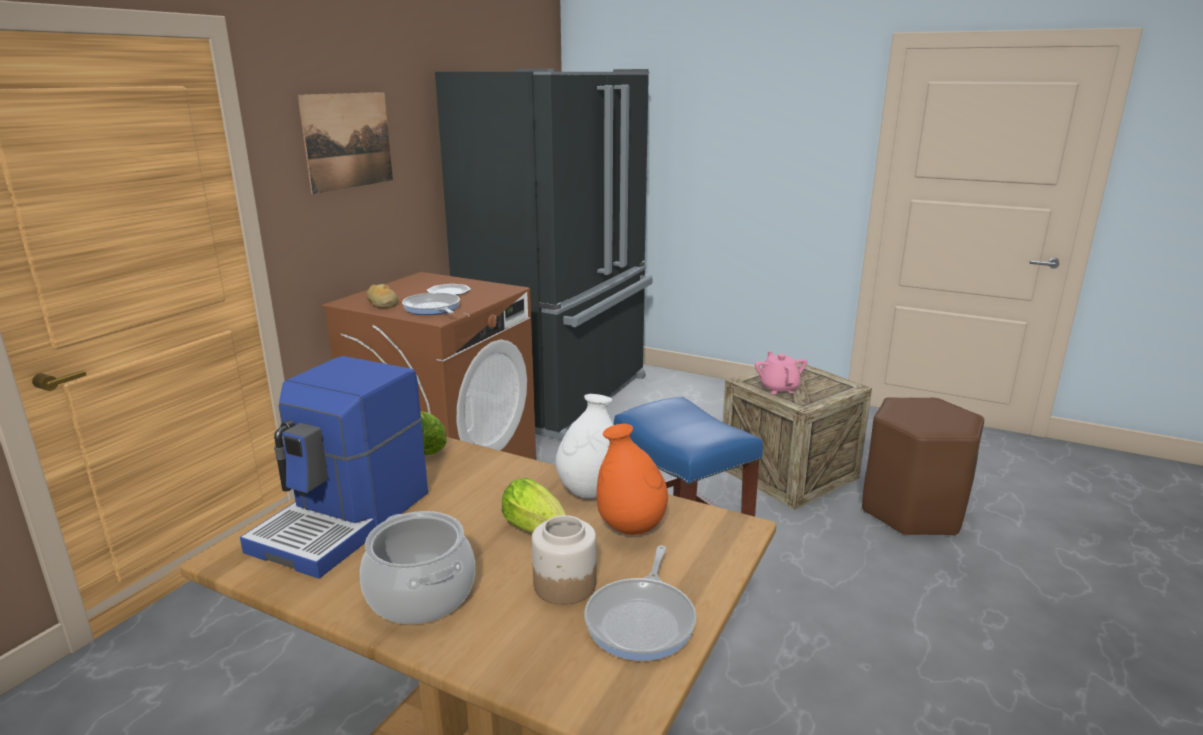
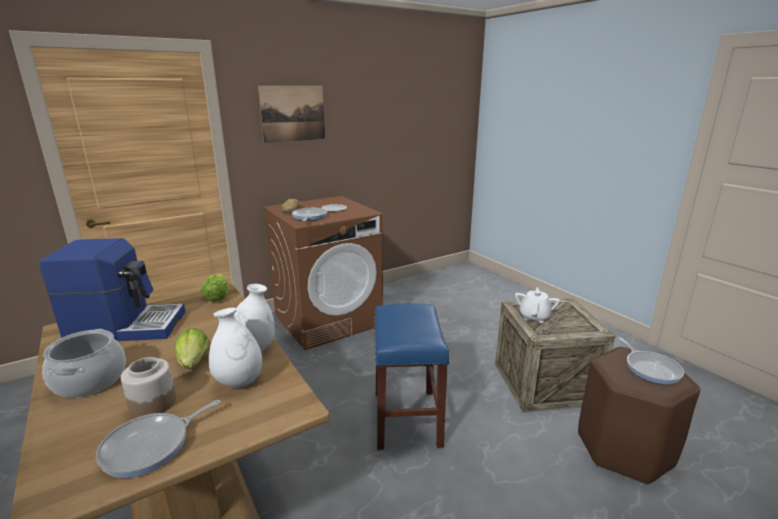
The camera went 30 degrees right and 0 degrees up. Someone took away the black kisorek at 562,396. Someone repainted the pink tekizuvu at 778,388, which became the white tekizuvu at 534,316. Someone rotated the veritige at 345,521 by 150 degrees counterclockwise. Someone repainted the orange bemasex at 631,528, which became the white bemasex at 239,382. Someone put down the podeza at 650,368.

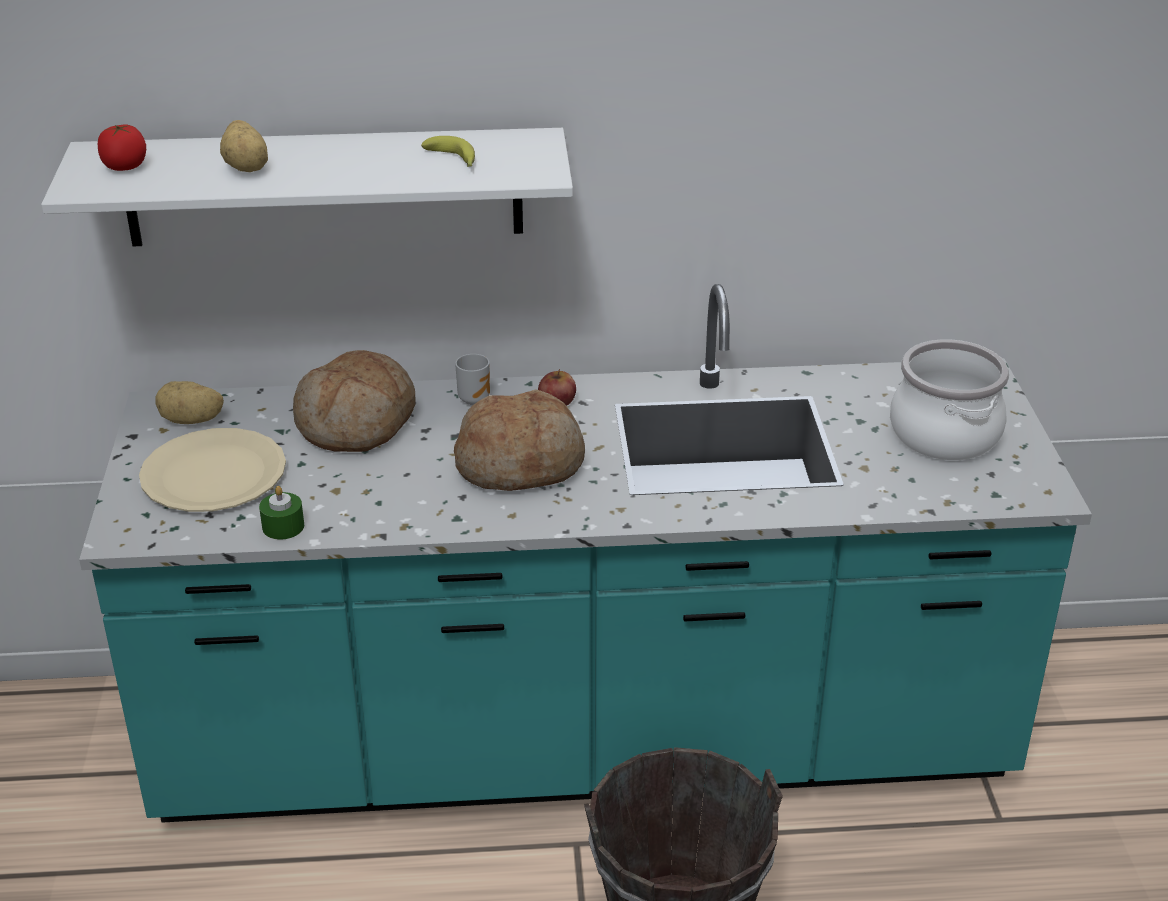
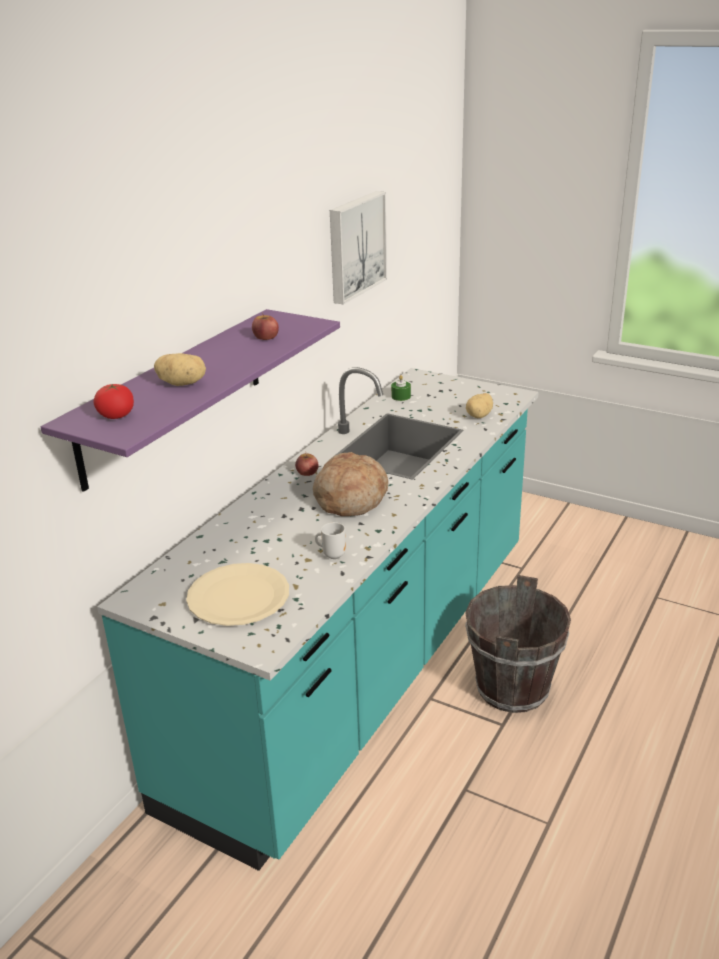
The camera went 55 degrees left and 5 degrees down. Someone repainted the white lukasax at 324,187, which became the purple lukasax at 174,396. Someone swapped the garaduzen at 454,161 for the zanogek at 266,337. Someone took away the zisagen at 945,434. Someone took away the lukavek at 357,423. Someone carried the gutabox from 474,398 to 332,554. Someone carried the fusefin from 191,421 to 480,416. Someone carried the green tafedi from 283,526 to 401,396. Someone put up the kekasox at 355,246.

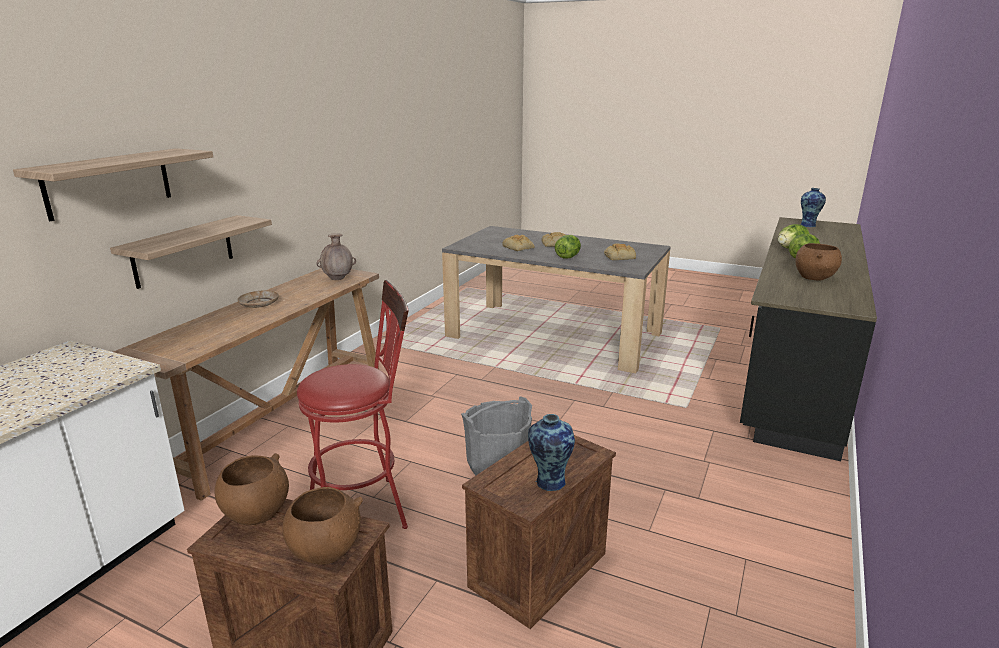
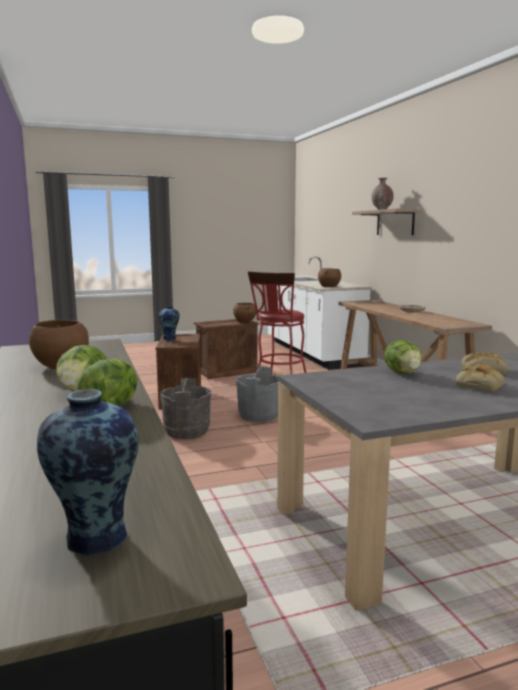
The camera went 135 degrees right and 10 degrees down. Someone took away the lukasax at 183,251. Someone carried the brown bemasex from 338,278 to 381,209. Someone took away the lukavek at 620,257. Someone carried the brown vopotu from 325,551 to 329,287. Someone put down the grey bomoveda at 186,431.

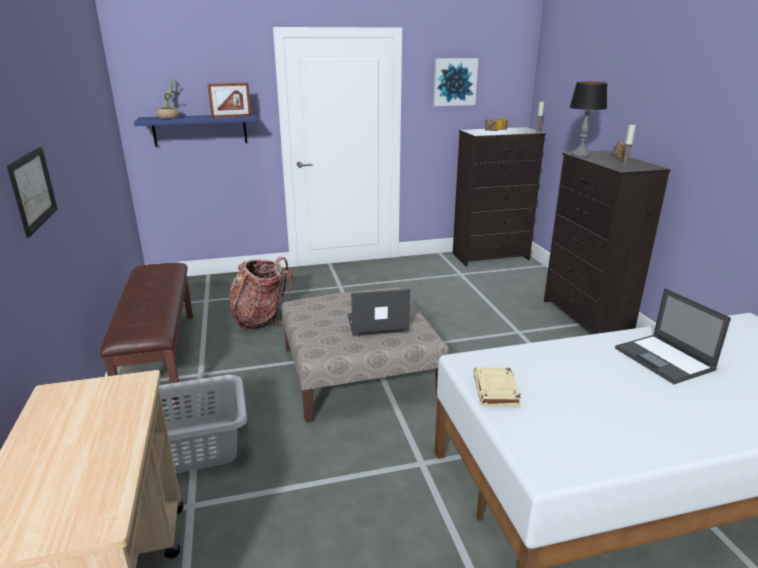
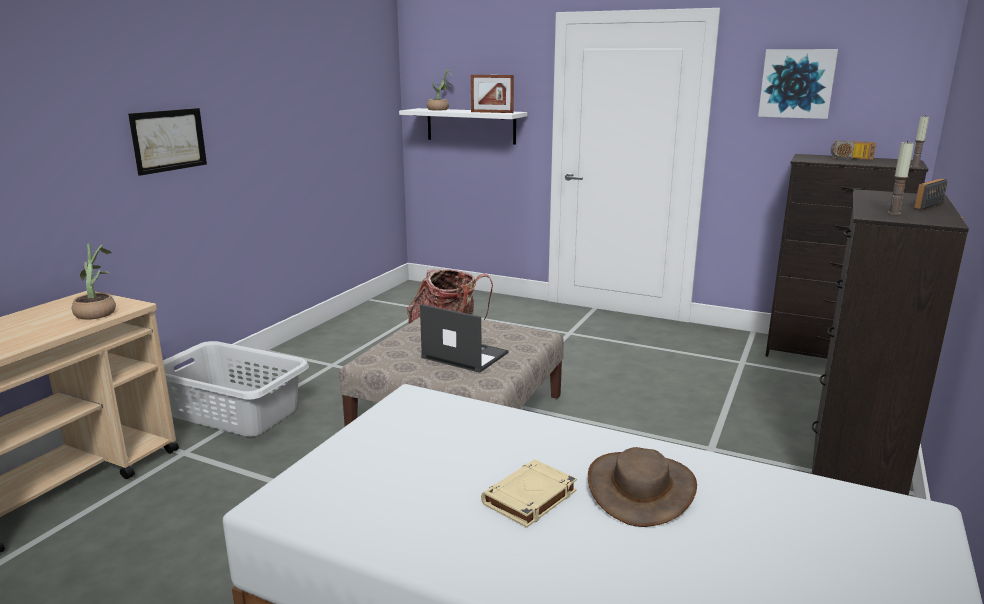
The camera went 40 degrees right and 5 degrees down. Someone took away the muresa at 581,154. Someone repainted the blue lukasax at 200,130, which became the white lukasax at 471,126. Someone took away the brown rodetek at 160,358. Someone swapped the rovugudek at 665,359 for the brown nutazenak at 641,488. Someone carried the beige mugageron from 496,391 to 529,498. Someone put down the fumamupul at 98,312.

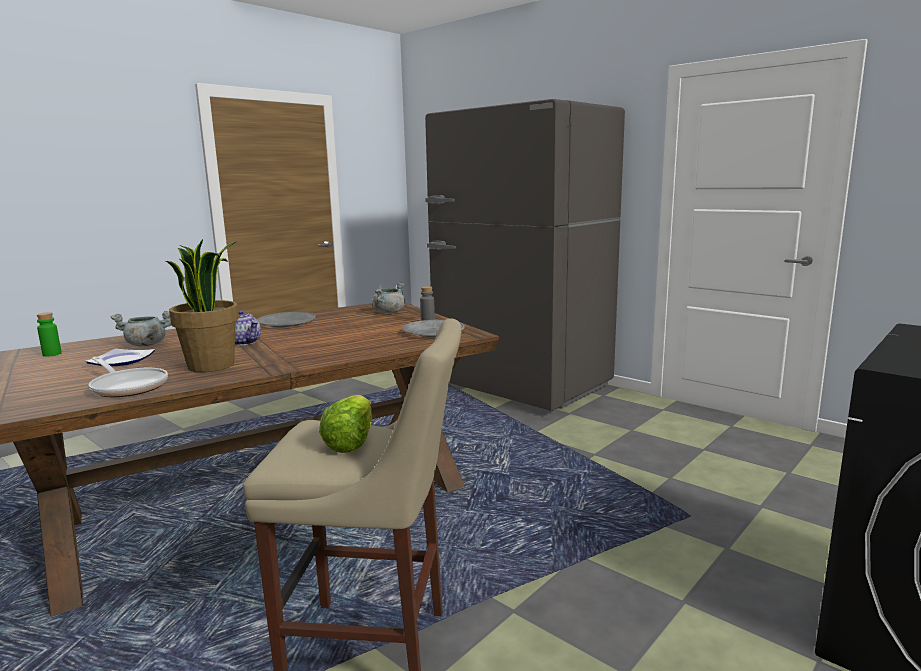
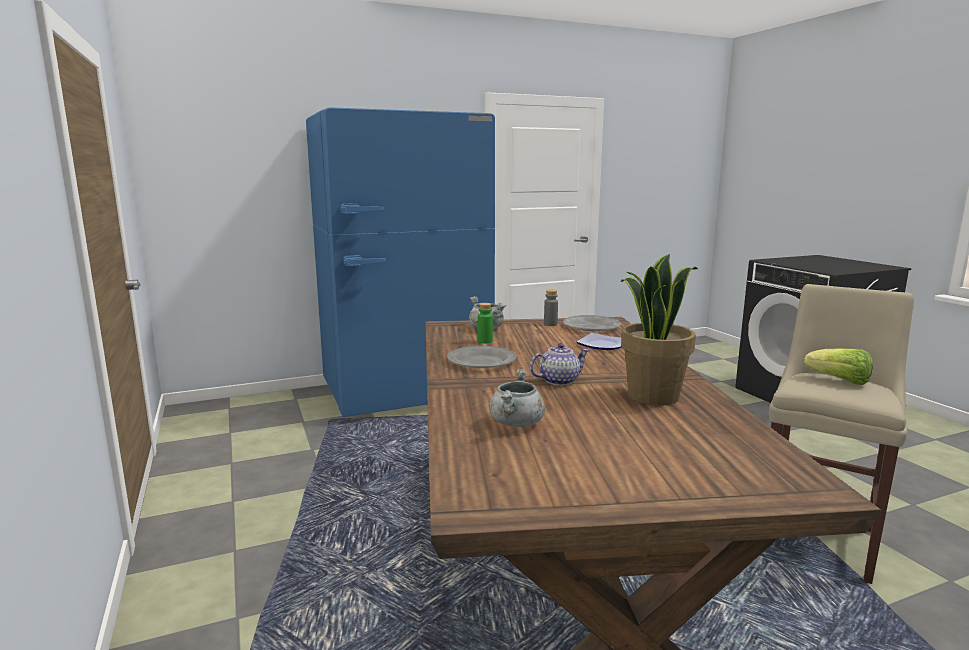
The camera went 65 degrees left and 0 degrees up. Someone repainted the grey kisorek at 521,386, which became the blue kisorek at 406,393. Someone carried the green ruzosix from 52,354 to 485,341. Someone carried the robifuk from 123,360 to 602,345. Someone took away the podeza at 128,386.

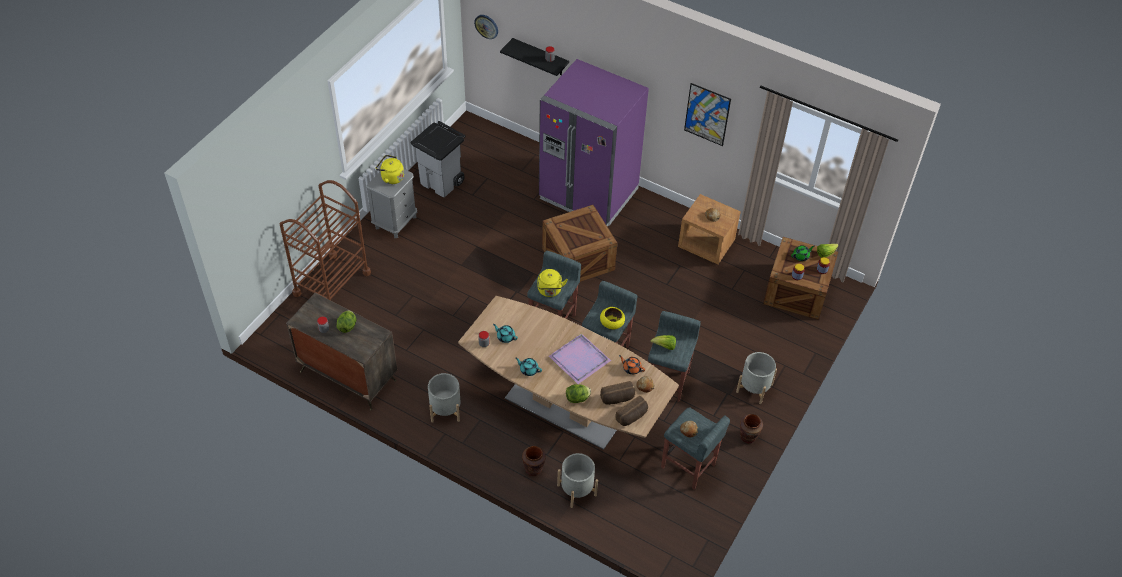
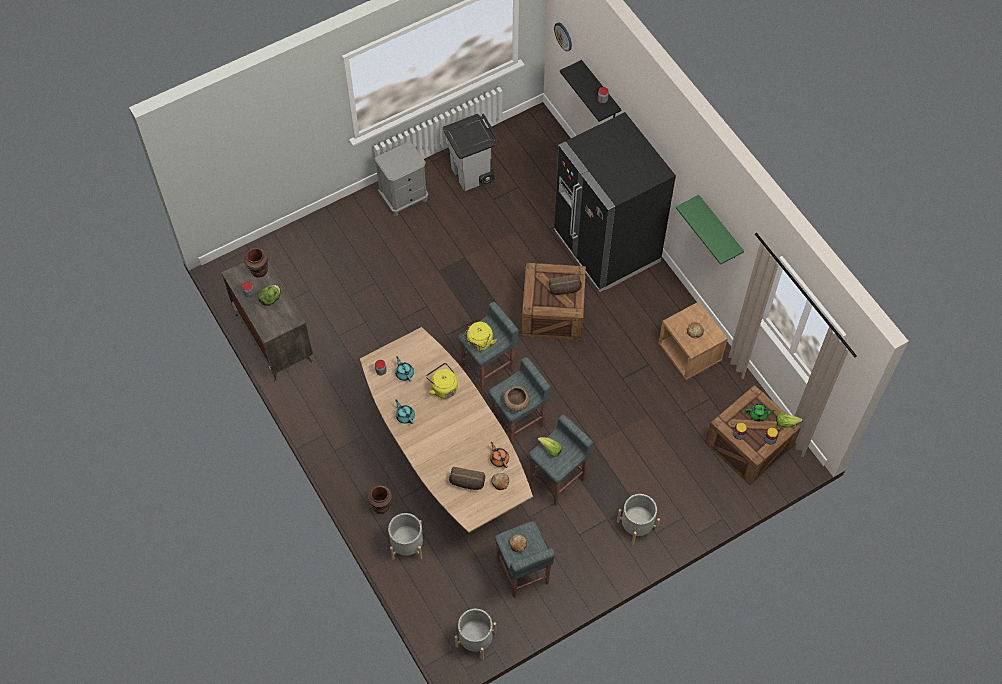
The camera went 30 degrees right and 10 degrees up. Someone repainted the purple kisorek at 588,194, which became the black kisorek at 606,247. Someone swapped the kekasox at 707,114 for the green lukasax at 719,229. Someone carried the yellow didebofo from 391,178 to 443,387. Someone took away the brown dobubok at 332,283. Someone repainted the yellow vopotu at 612,323, which became the brown vopotu at 516,403. Someone took away the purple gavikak at 579,358. Someone carried the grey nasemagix from 445,410 to 475,639. Someone took away the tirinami at 577,398. Someone carried the lukavek from 632,417 to 565,290. Someone carried the brown bemasex from 748,437 to 259,271.

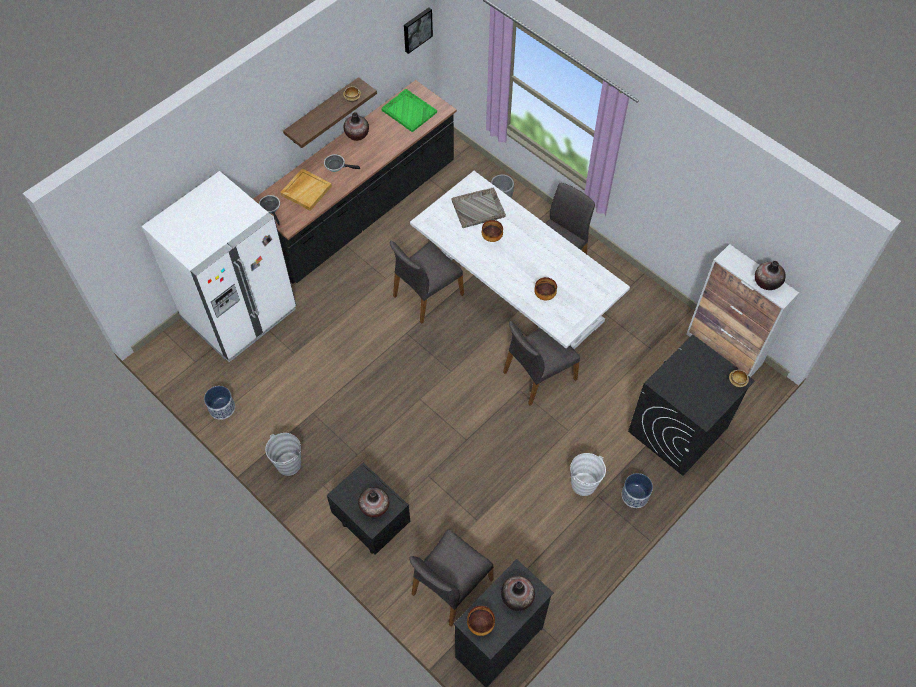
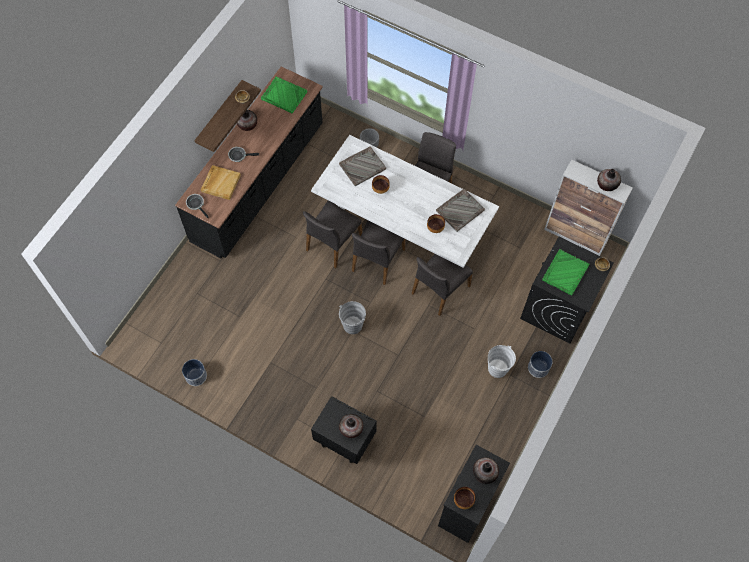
The camera went 15 degrees left and 5 degrees up. Someone took away the kekasox at 417,29. Someone took away the white kisorek at 240,314. Someone carried the grey bomoveda from 288,464 to 352,325. Someone carried the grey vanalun from 450,586 to 377,260. Someone put down the grey gavikak at 460,210. Someone put down the green gavikak at 565,273.

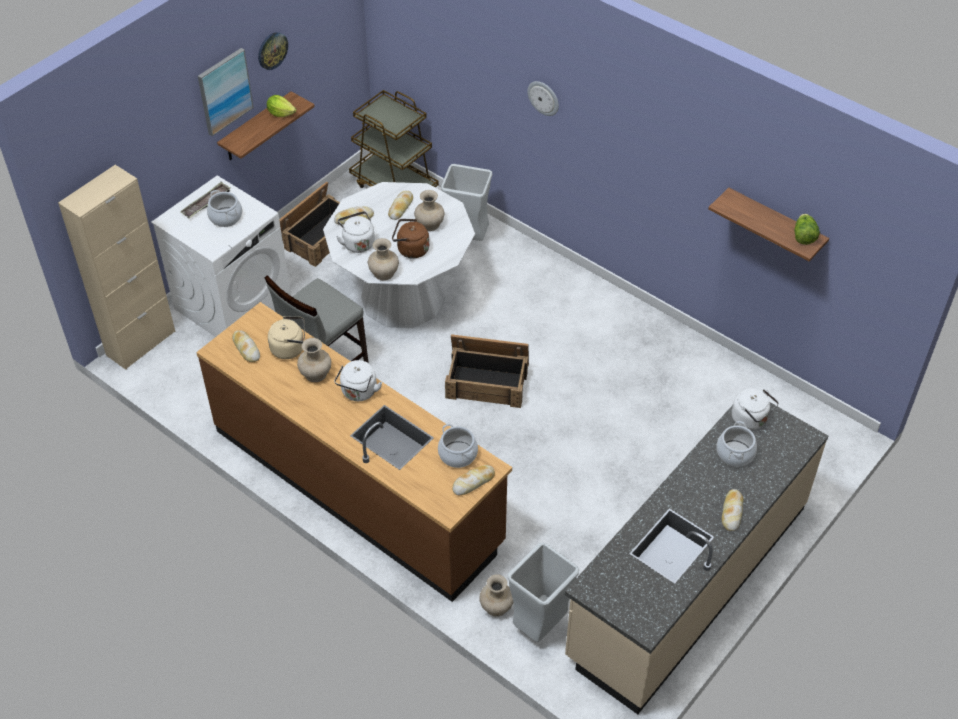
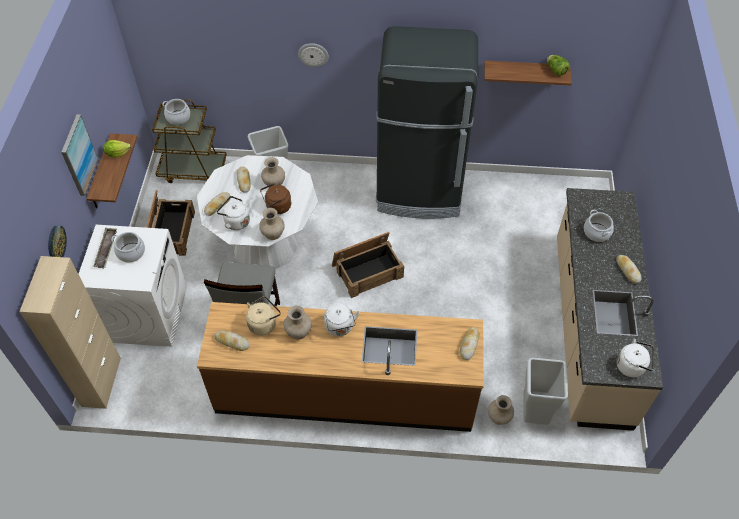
The camera went 35 degrees left and 5 degrees up. Someone carried the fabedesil from 272,50 to 56,243. Someone carried the white didebofo from 751,420 to 632,366. Someone carried the zisagen from 458,454 to 178,117. Someone put down the black kisorek at 419,192.

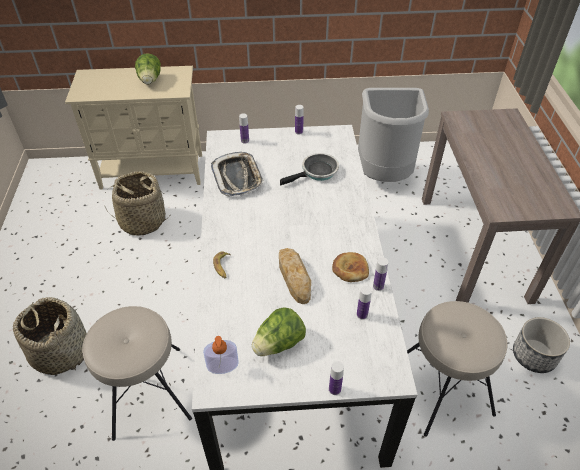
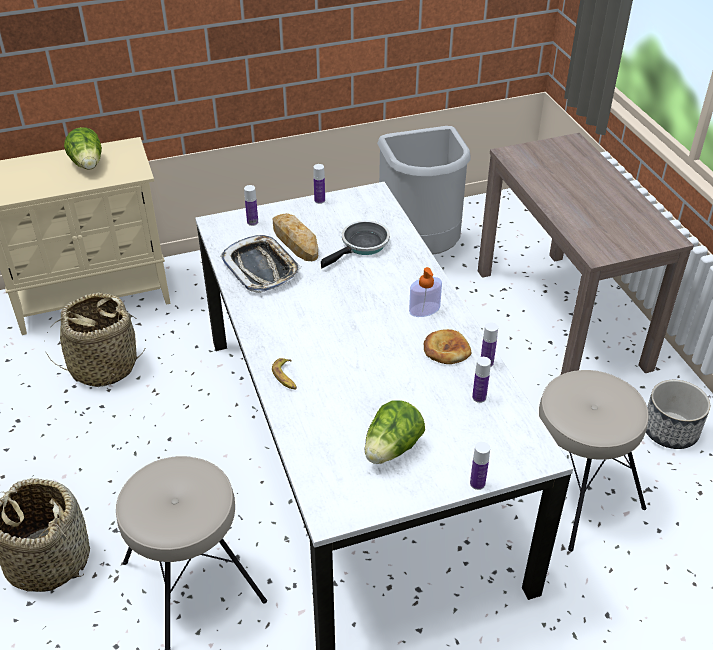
The camera went 15 degrees left and 5 degrees down. Someone carried the lukavek from 294,277 to 295,241. Someone carried the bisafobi from 222,365 to 424,309.

